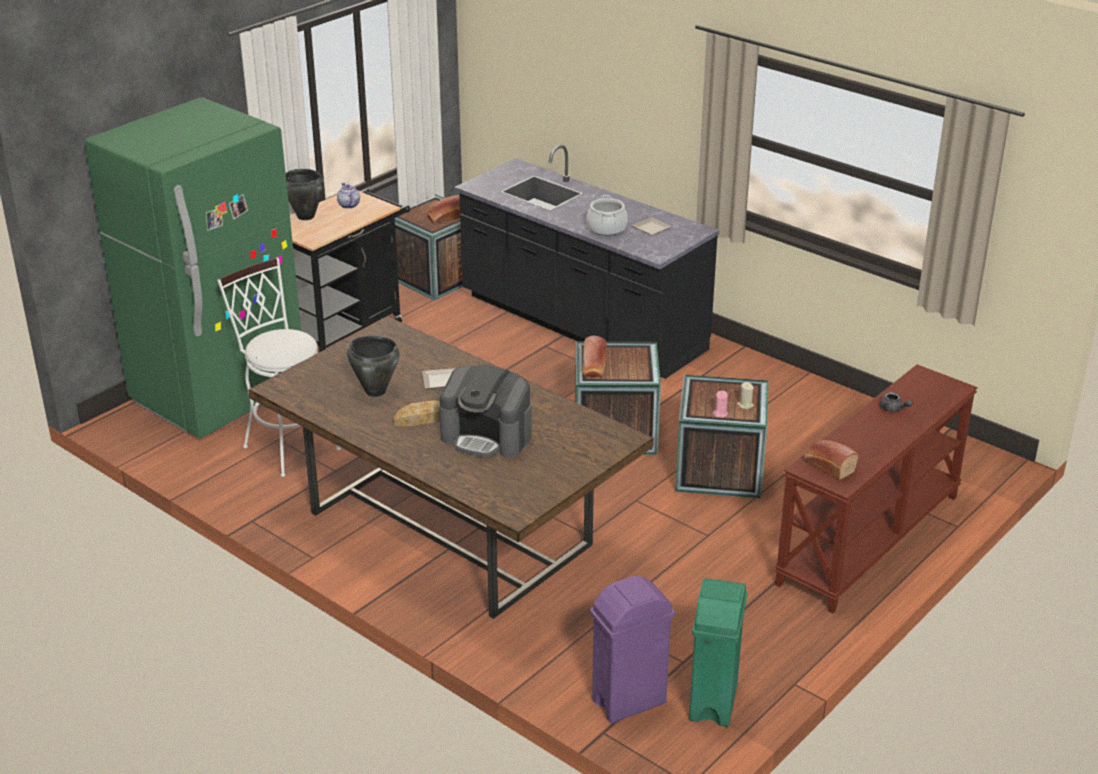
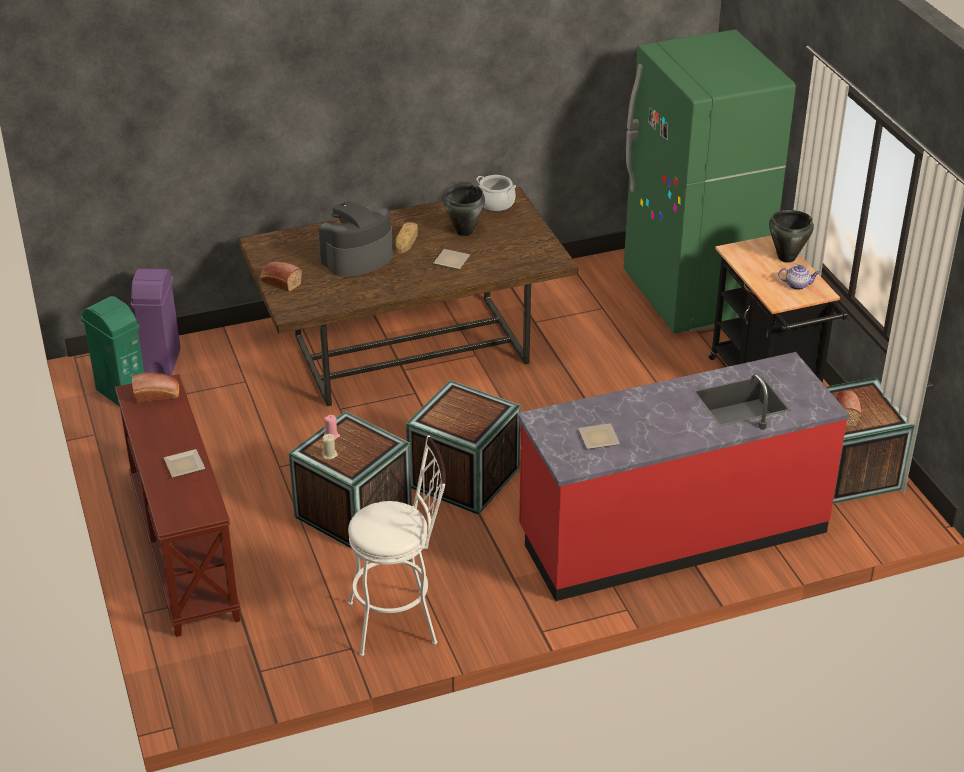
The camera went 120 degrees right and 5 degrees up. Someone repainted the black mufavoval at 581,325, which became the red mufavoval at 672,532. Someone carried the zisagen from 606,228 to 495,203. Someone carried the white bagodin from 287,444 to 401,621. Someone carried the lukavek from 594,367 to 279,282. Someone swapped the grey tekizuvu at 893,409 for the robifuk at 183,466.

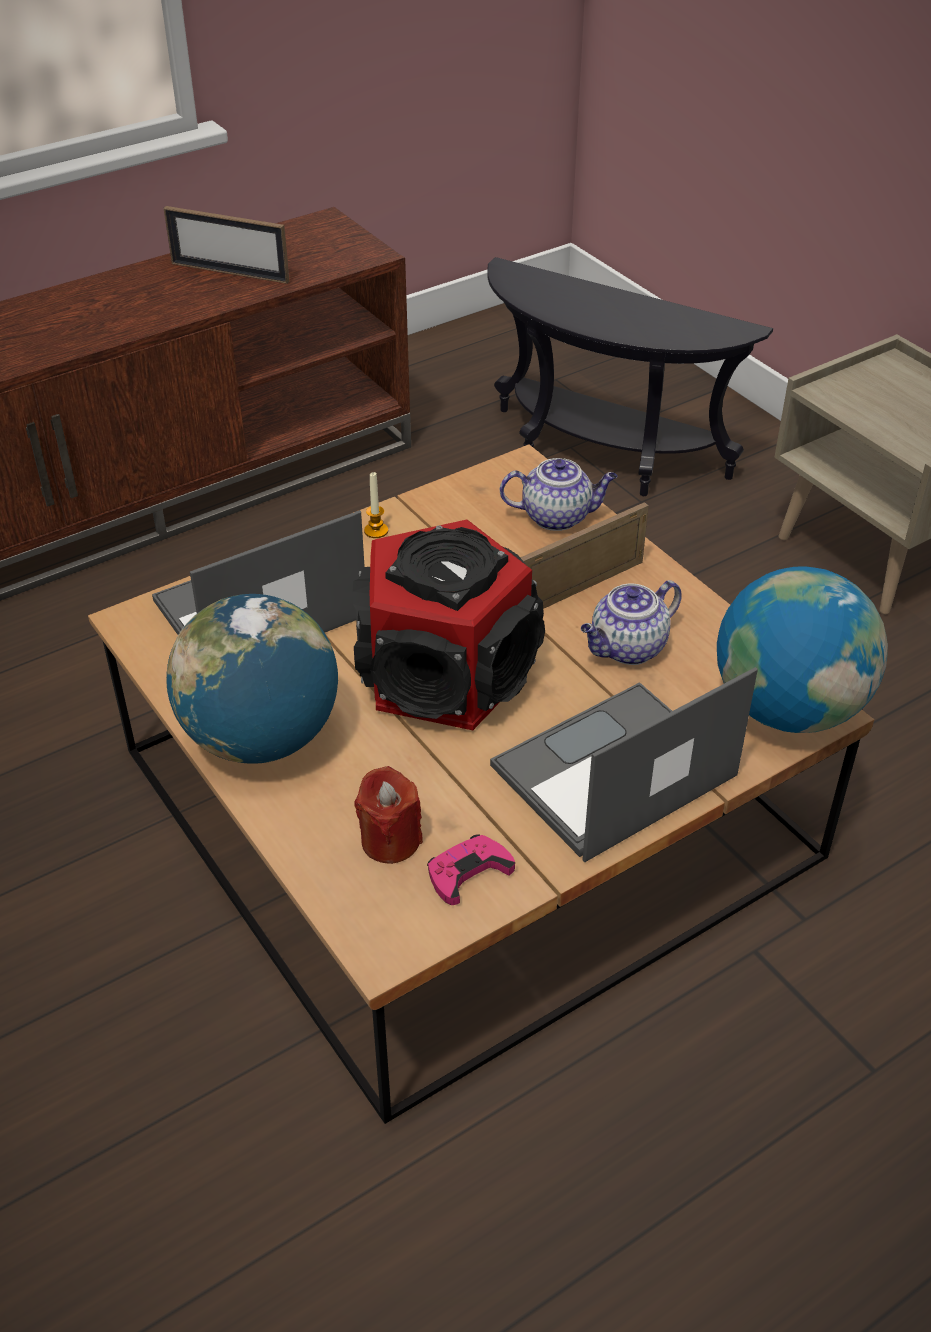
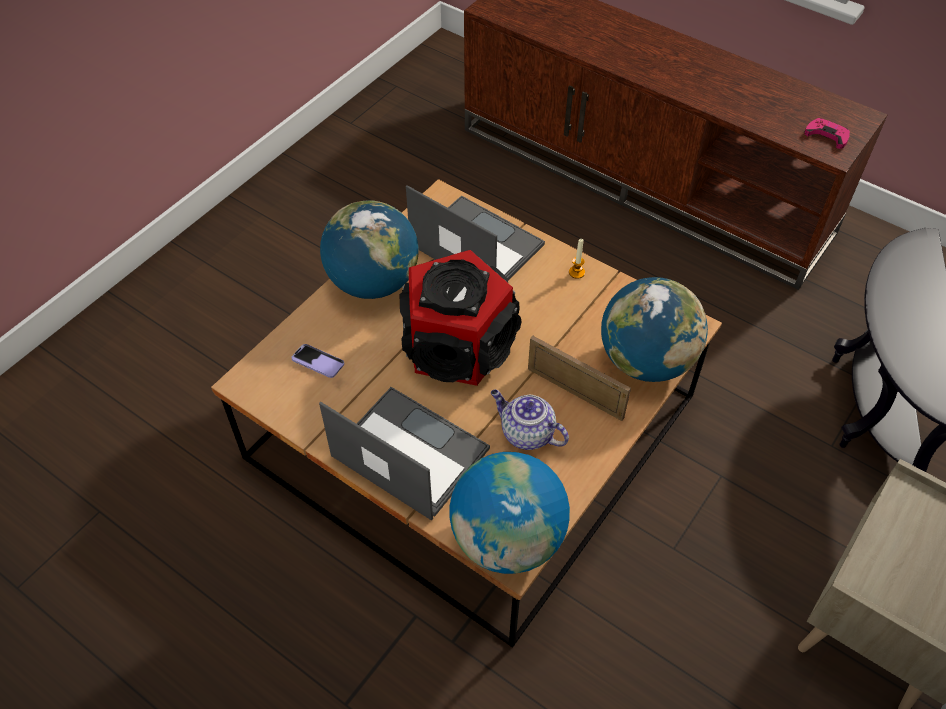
The camera went 70 degrees right and 10 degrees up. Someone took away the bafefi at 230,272. Someone swapped the tekizuvu at 558,516 for the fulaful at 646,360. Someone swapped the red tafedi at 390,840 for the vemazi at 318,362. Someone carried the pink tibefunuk from 468,872 to 827,135.

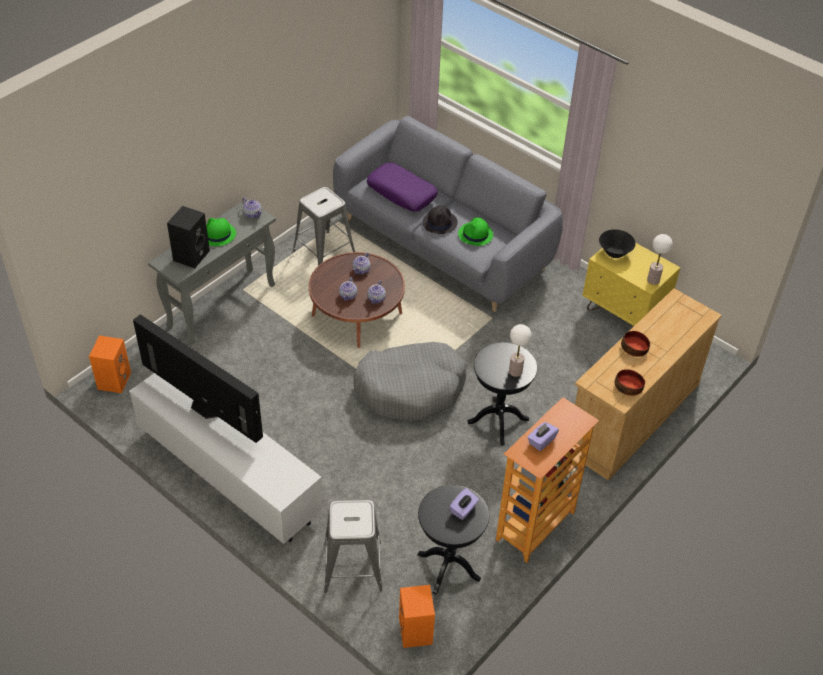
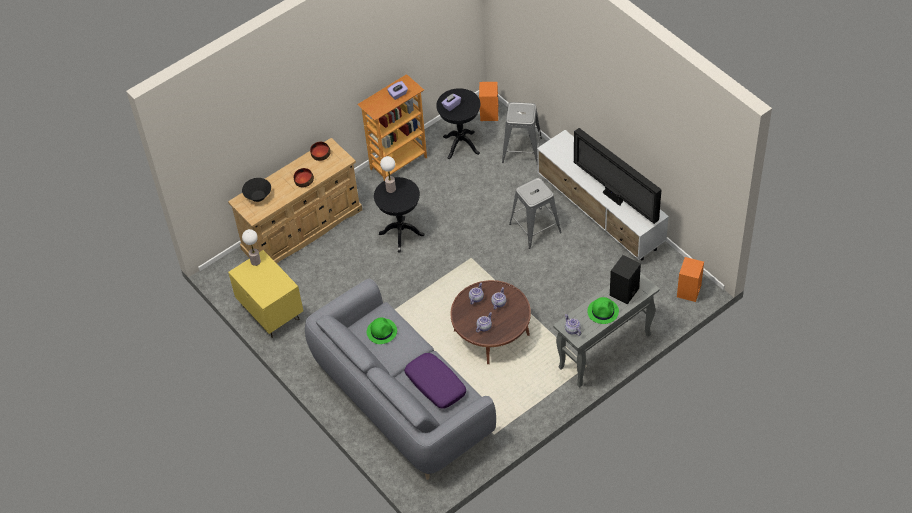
The camera went 165 degrees left and 5 degrees up. Someone carried the grey bagodin from 324,253 to 535,228. Someone took away the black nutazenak at 440,222. Someone carried the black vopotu from 615,252 to 258,196. Someone took away the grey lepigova at 410,389.

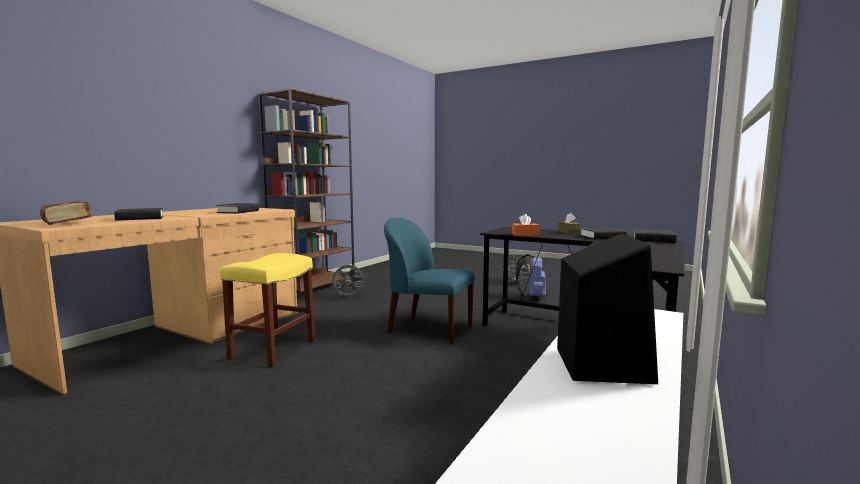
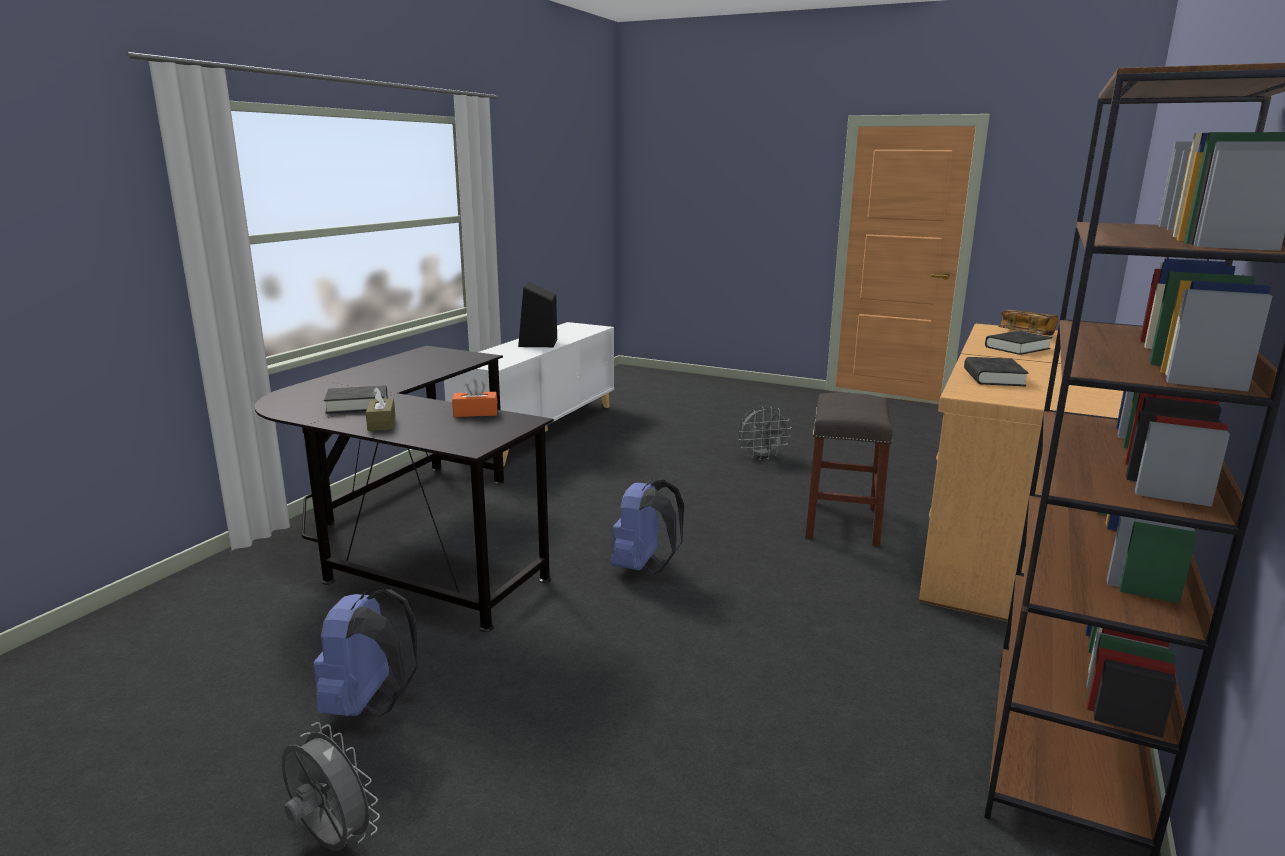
The camera went 175 degrees right and 10 degrees up. Someone swapped the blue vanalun at 428,329 for the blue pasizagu at 644,567. Someone took away the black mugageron at 653,240. Someone repainted the yellow bagodin at 273,350, which became the grey bagodin at 841,522. Someone carried the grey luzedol from 348,297 to 761,457.

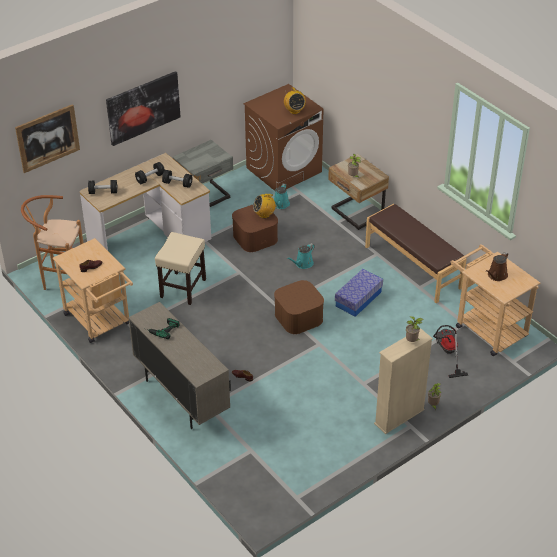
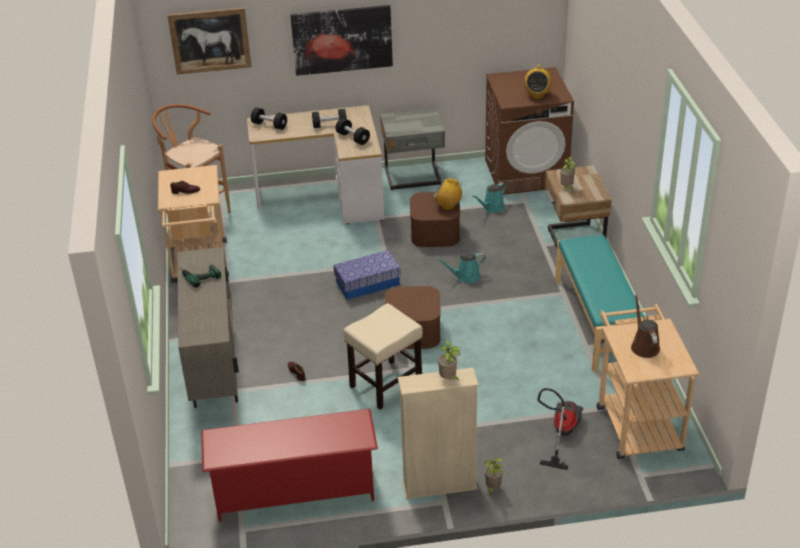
The camera went 30 degrees right and 5 degrees down. Someone repainted the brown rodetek at 413,267, which became the turquoise rodetek at 597,321. Someone carried the beige bagodin from 183,288 to 385,385. Someone rotated the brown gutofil at 496,276 by 105 degrees clockwise. Someone carried the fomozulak from 358,299 to 367,283. Someone put down the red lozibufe at 294,492.

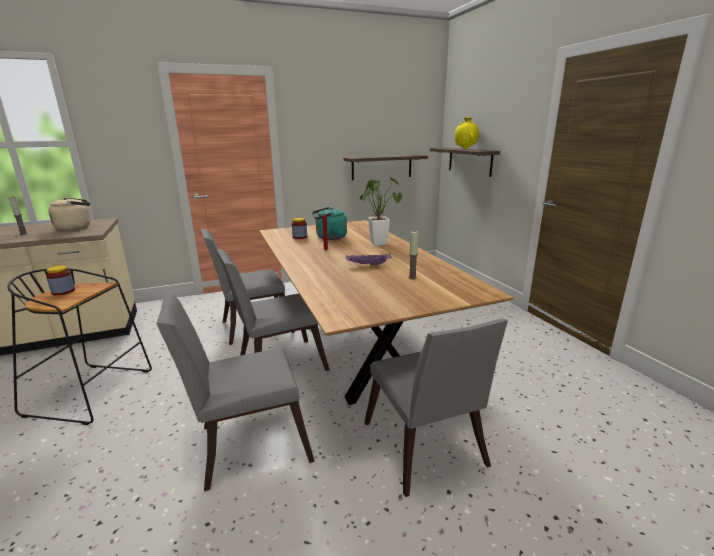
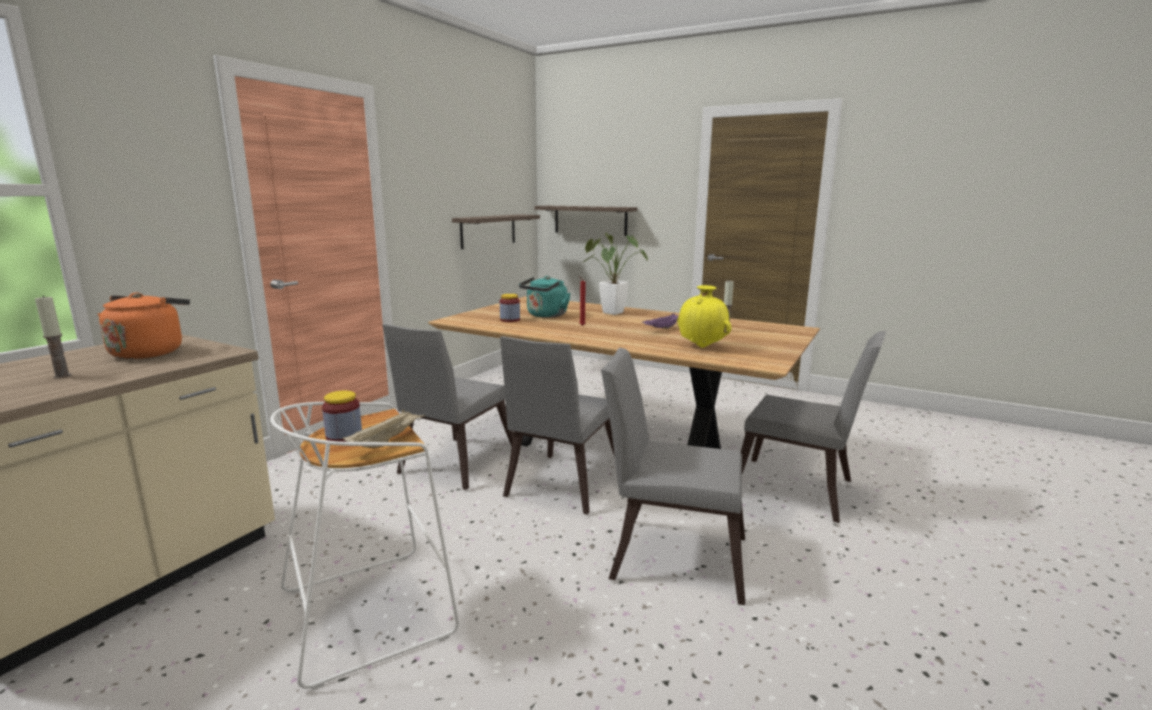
The camera went 40 degrees left and 5 degrees down. Someone carried the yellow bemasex from 465,149 to 702,347. Someone repainted the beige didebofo at 76,228, which became the orange didebofo at 150,352. Someone repainted the black bagodin at 93,392, which became the white bagodin at 371,610. Someone rotated the grey vanalun at 247,444 by 75 degrees clockwise. Someone put down the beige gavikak at 387,441.

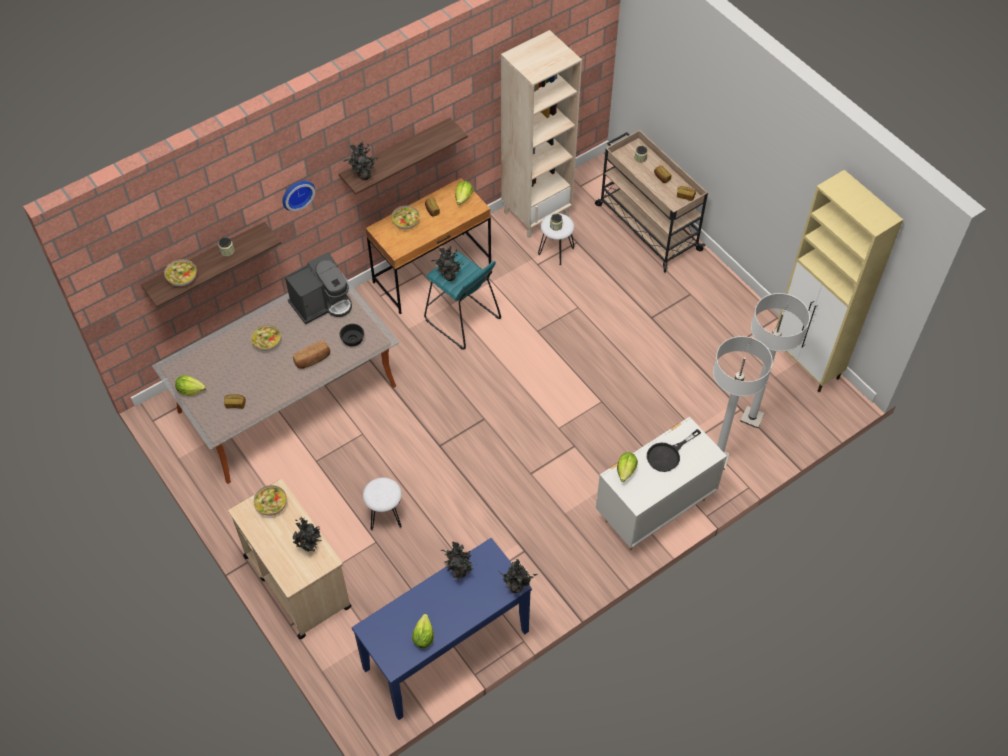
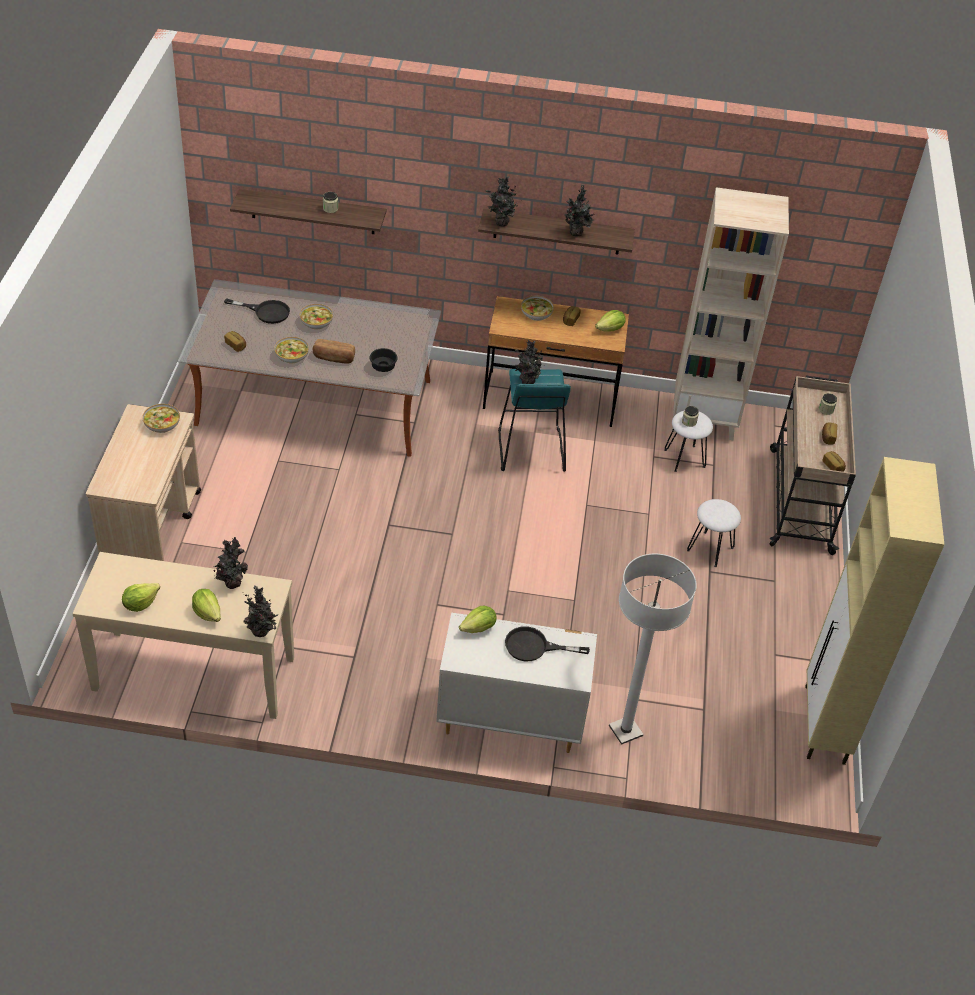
The camera went 40 degrees right and 10 degrees down. Someone took away the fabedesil at 297,193. Someone took away the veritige at 322,303. Someone carried the vopotu from 182,278 to 291,356. Someone took away the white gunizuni at 752,418. Someone carried the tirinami from 190,390 to 207,613. Someone carried the white bagodin from 386,515 to 710,549. Someone carried the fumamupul from 309,546 to 576,234. Someone repainted the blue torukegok at 446,650, which became the beige torukegok at 194,674. Someone put down the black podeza at 266,312.

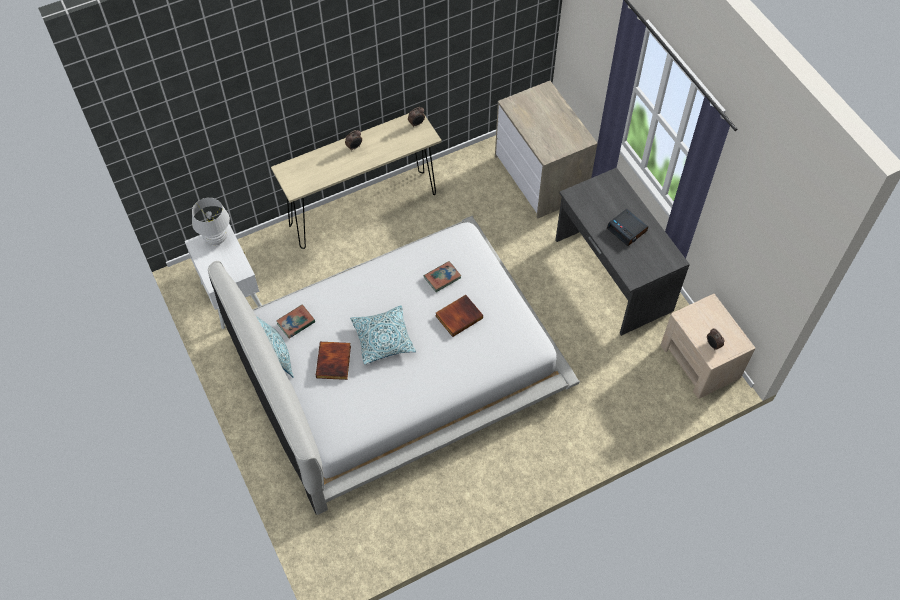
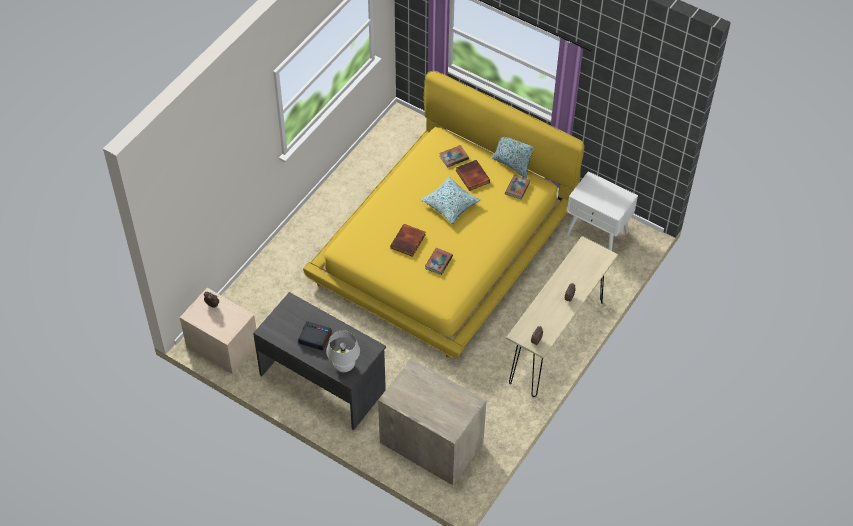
The camera went 150 degrees right and 5 degrees down. Someone carried the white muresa from 216,238 to 344,366. Someone repainted the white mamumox at 398,363, which became the yellow mamumox at 444,243. Someone put down the mugageron at 453,157.

